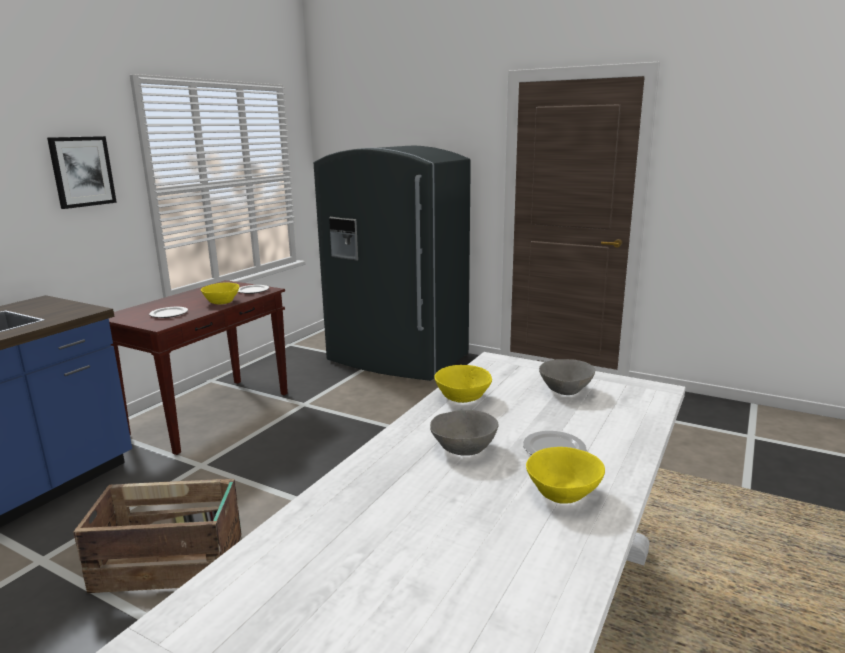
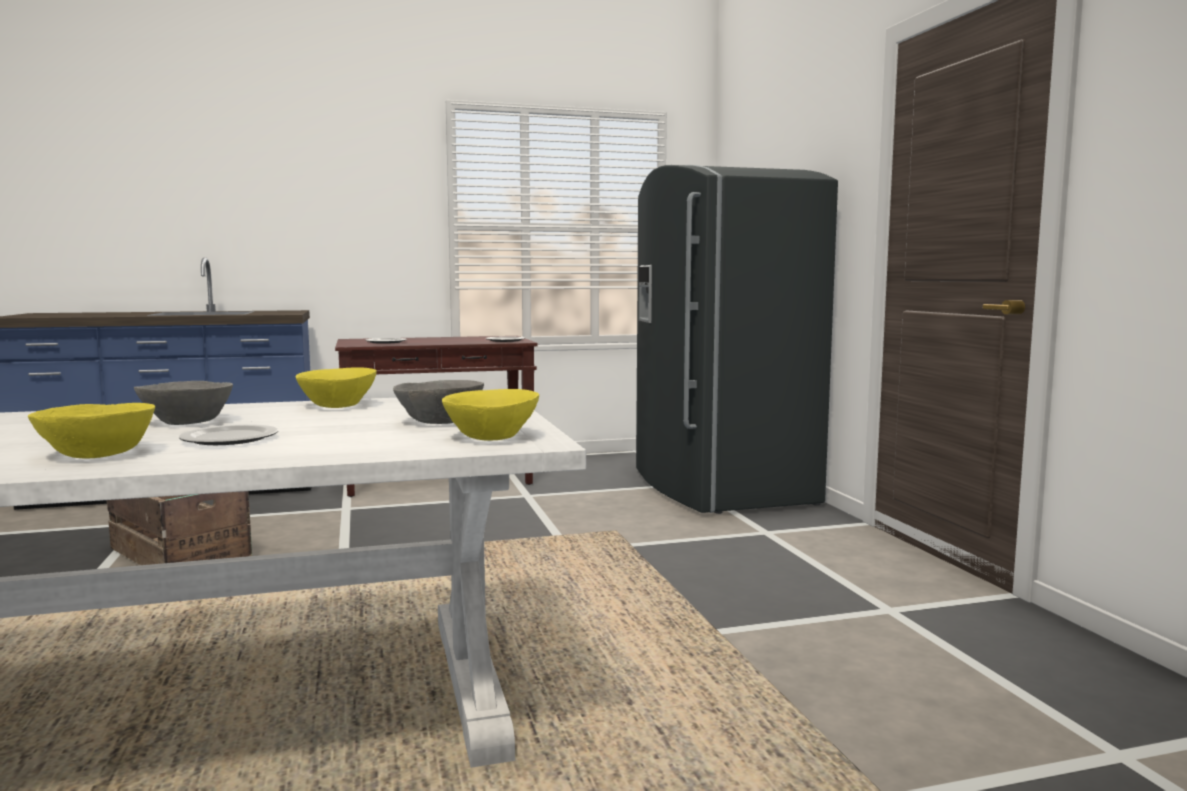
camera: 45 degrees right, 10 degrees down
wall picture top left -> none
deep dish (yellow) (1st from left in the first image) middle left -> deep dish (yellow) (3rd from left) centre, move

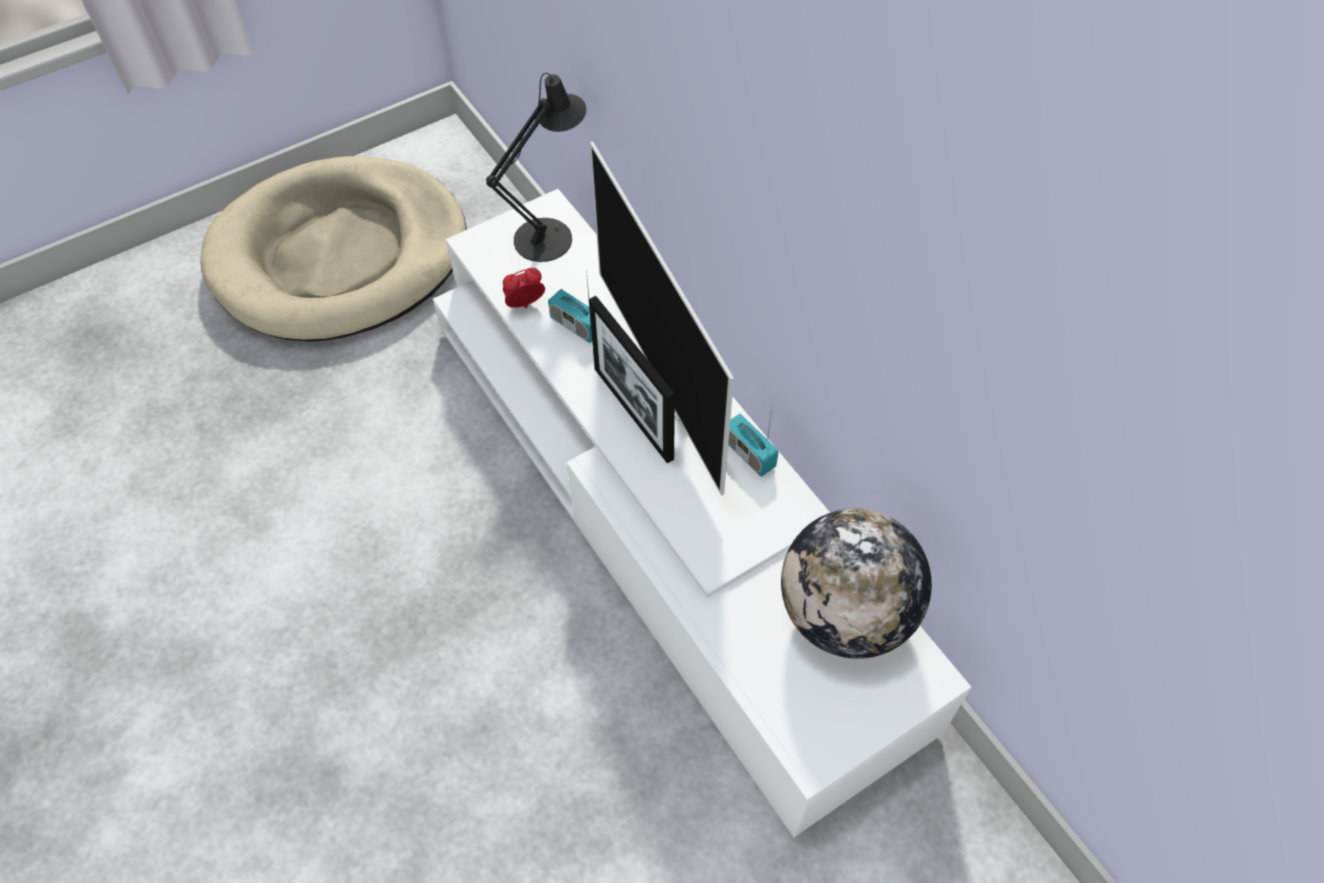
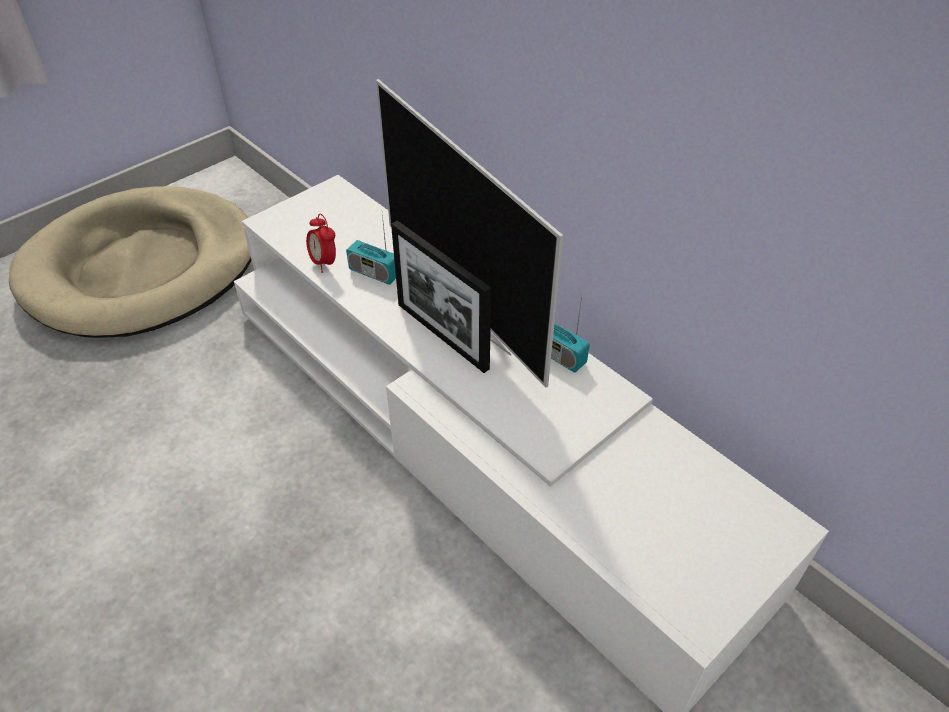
camera: 10 degrees left, 10 degrees down
lamp for a table (black) top centre -> none
bedside clock top centre -> bedside clock centre, 90 degrees counterclockwise
desk globe centre -> none

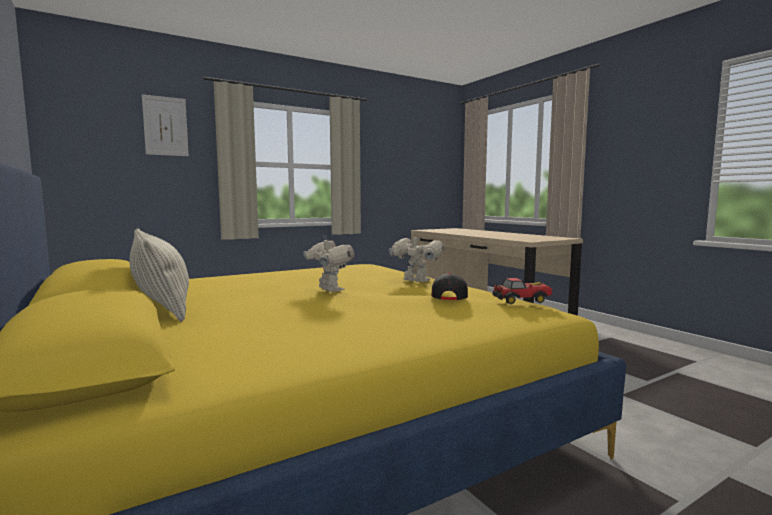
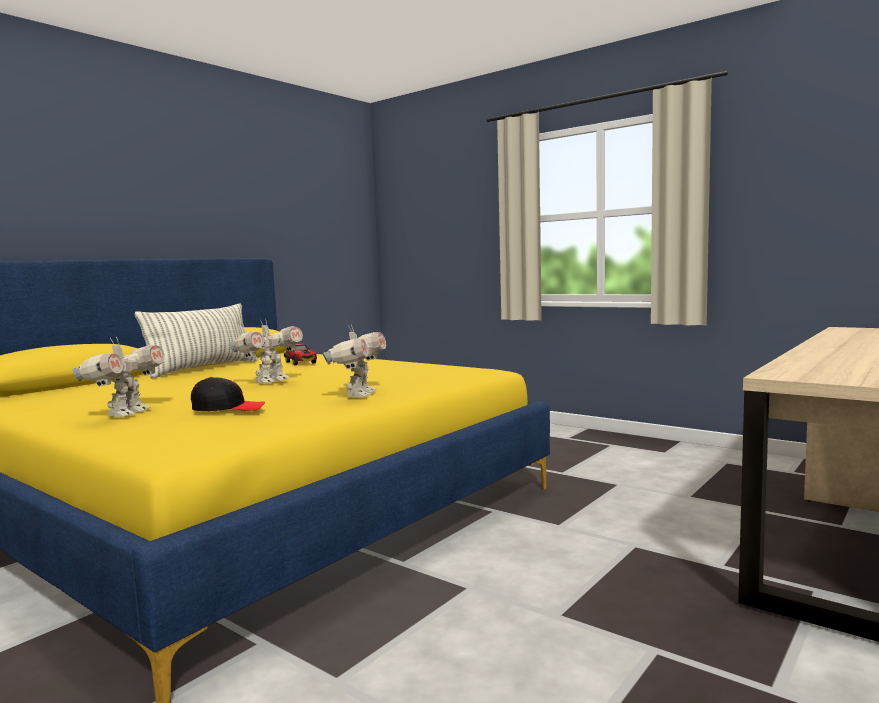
camera: 70 degrees right, 0 degrees up
wall picture top left -> none
model car middle right -> model car centre, move
none -> toy robot (1st from left) middle left

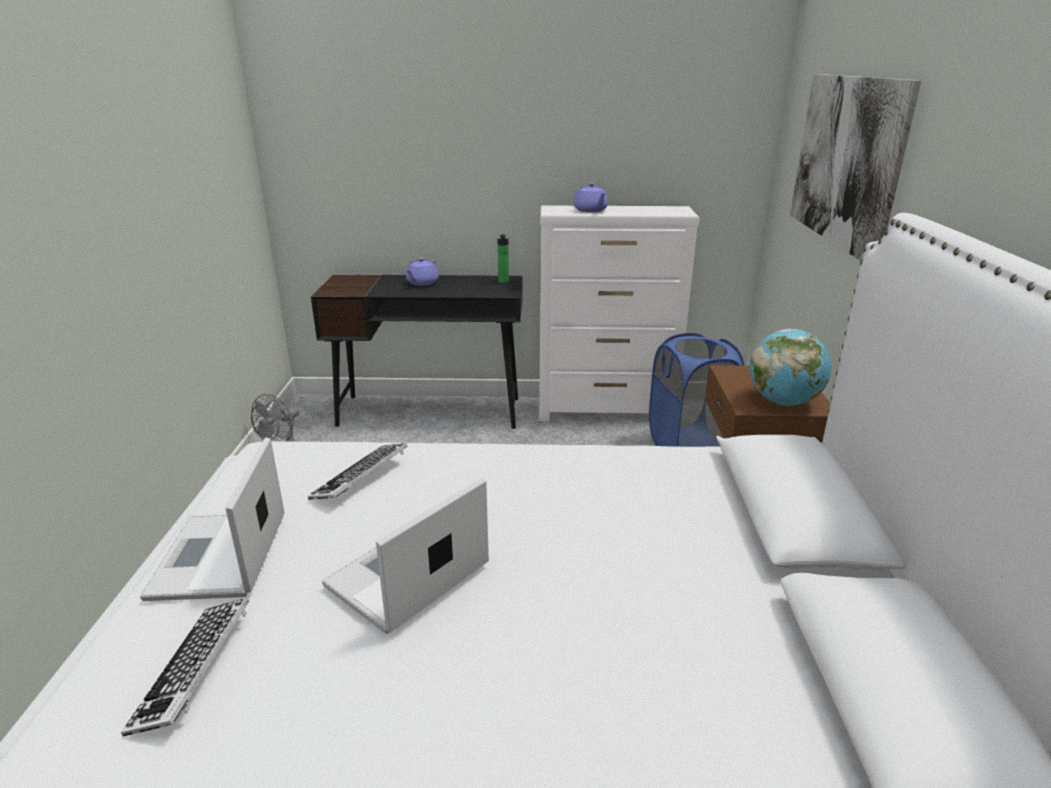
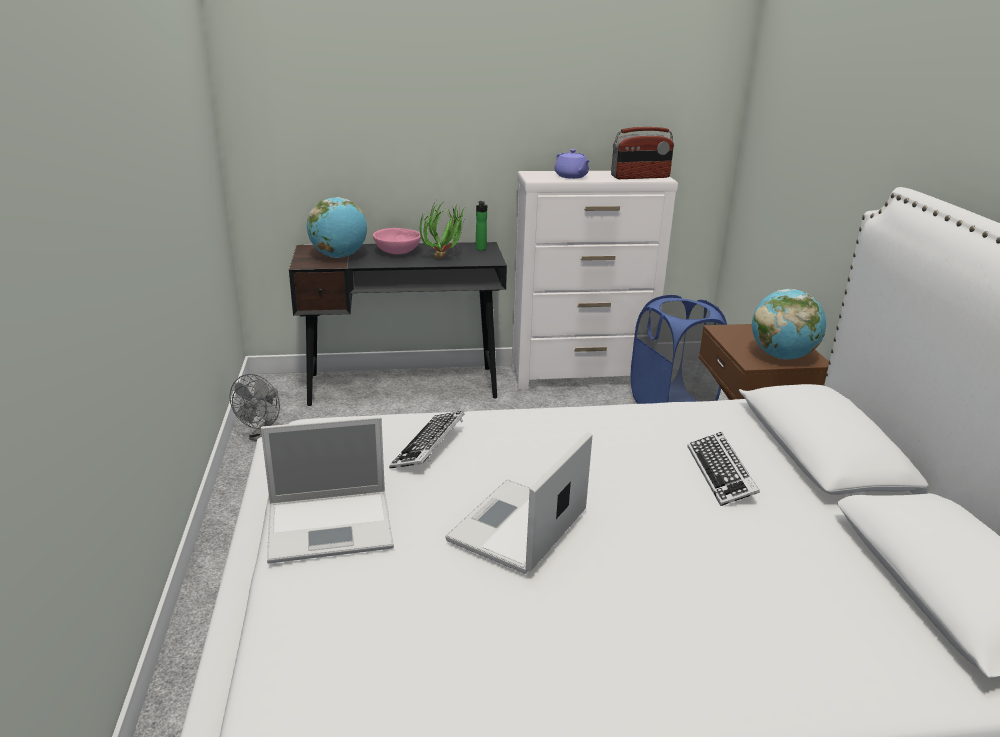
camera: 10 degrees left, 0 degrees up
computer keyboard (1st from left in the first image) bottom left -> computer keyboard (2nd from left) middle right, move
laptop (1st from left) middle left, 90 degrees counterclockwise
tea pot (purple-coloured) (1st from left) centre -> deep dish (pinkish) top centre
wall picture top right -> none
none -> desk globe (1st from left) top centre
none -> potted plant top centre
none -> radio set top centre

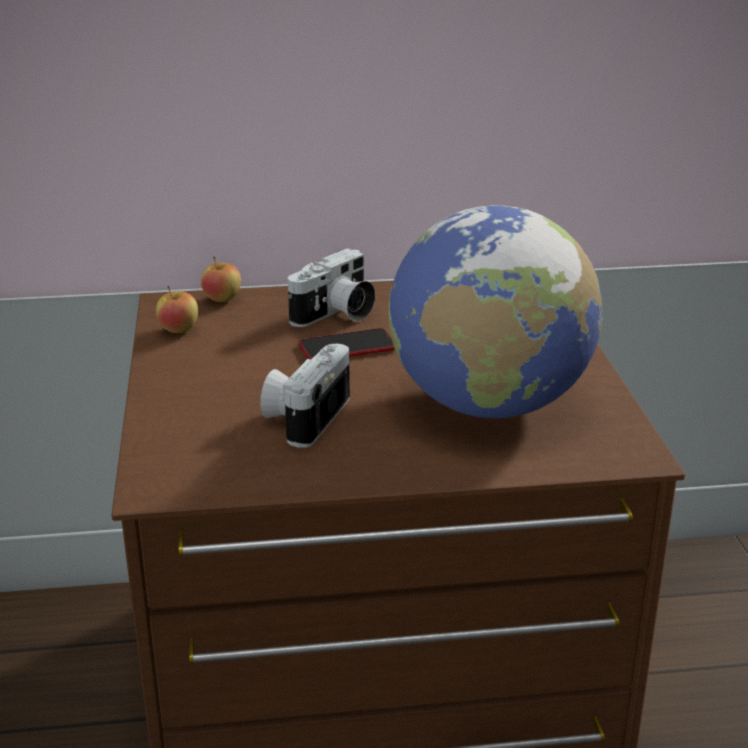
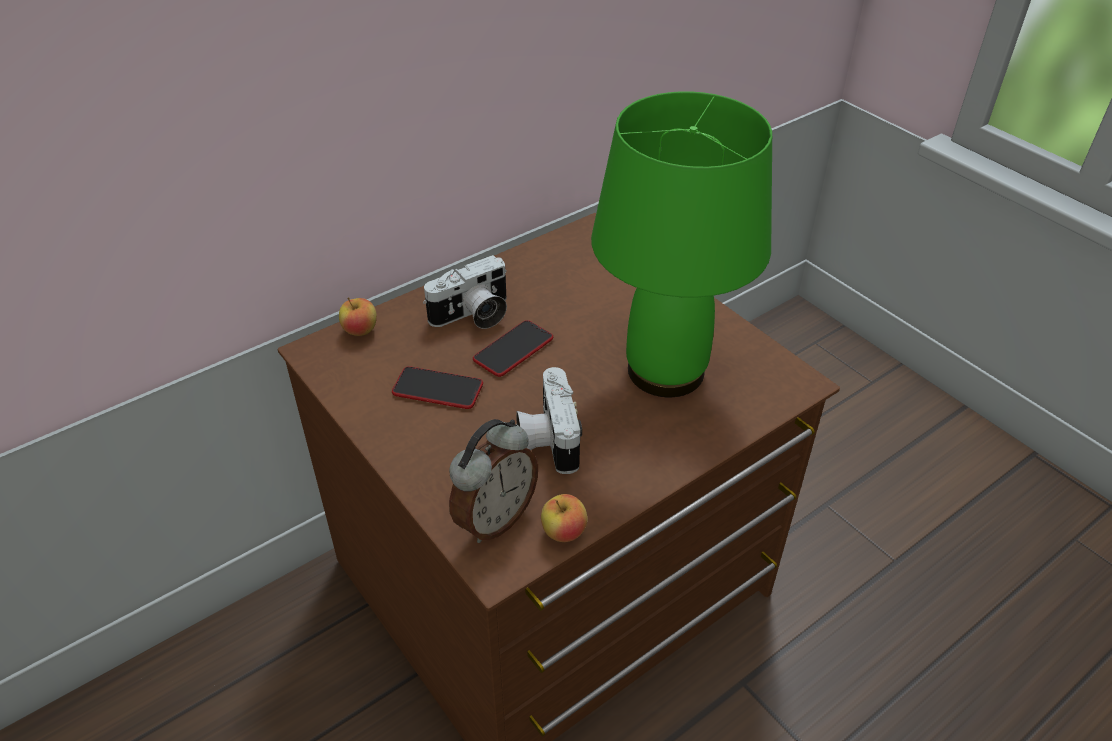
camera: 30 degrees left, 15 degrees up
apple fruit (1st from left in the first image) middle left -> apple fruit (2nd from left) bottom centre, move
photo camera (2nd from left in the first image) centre -> photo camera (1st from left) centre, 45 degrees clockwise
desk globe centre -> lamp for a table (green-coloured) top centre
none -> telephone (1st from left) centre
none -> bedside clock centre

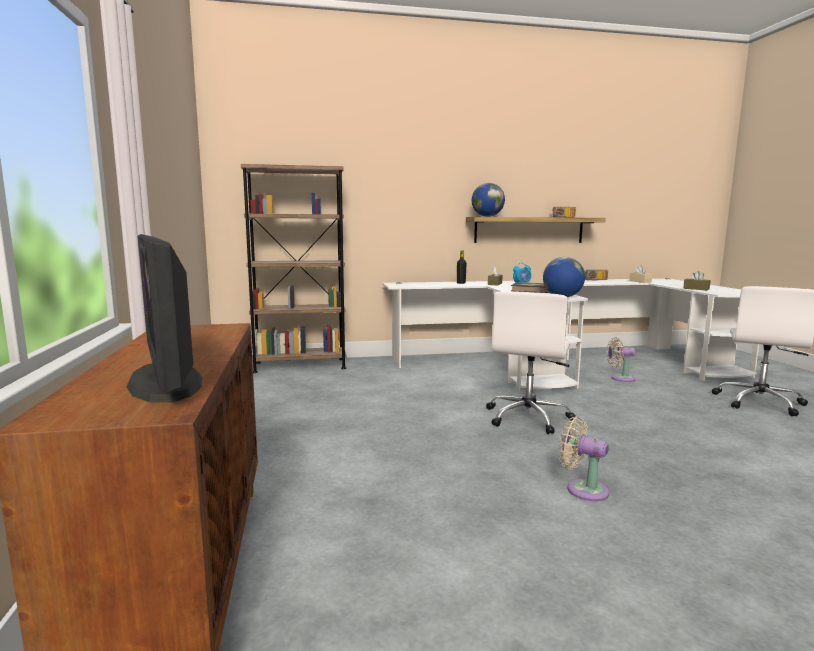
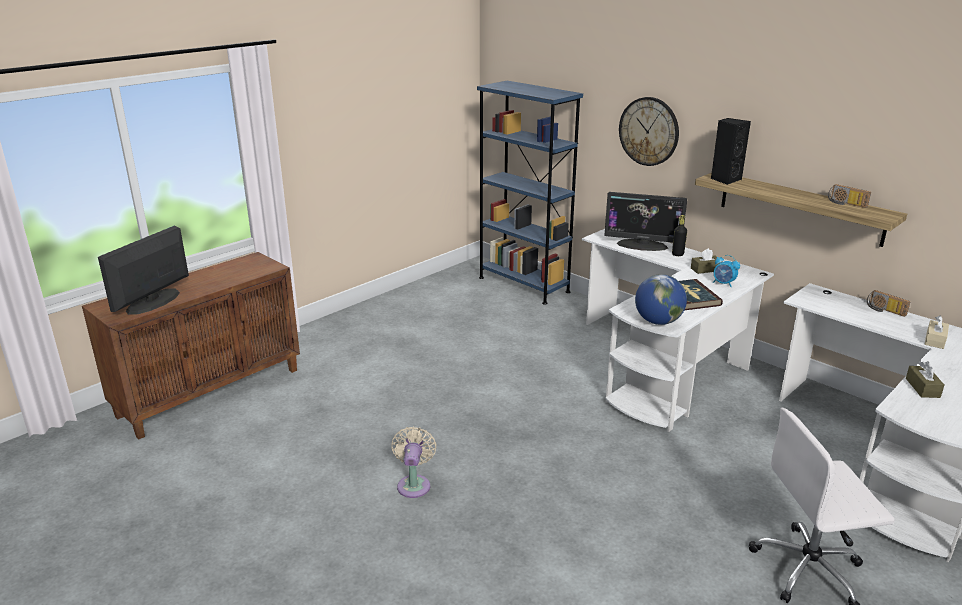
camera: 55 degrees right, 15 degrees up
bookshelf (brownish) centre -> bookshelf (blue) top centre
desk globe (1st from left) top centre -> speaker (black) top right
computer chair (white) (1st from left) centre -> none
electric fan (beige) (2nd from left) middle right -> none
none -> monitor (2nd from left) middle right
none -> wall clock top right

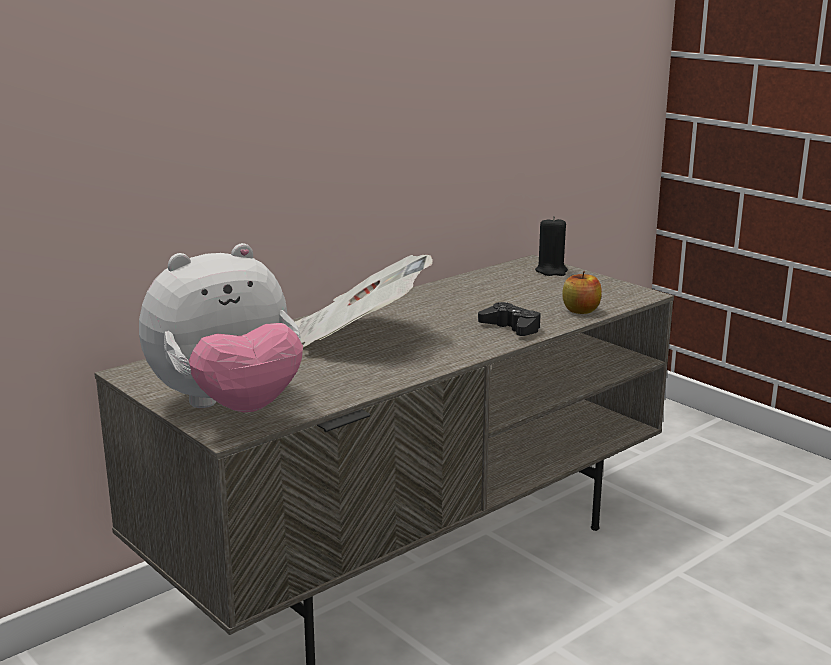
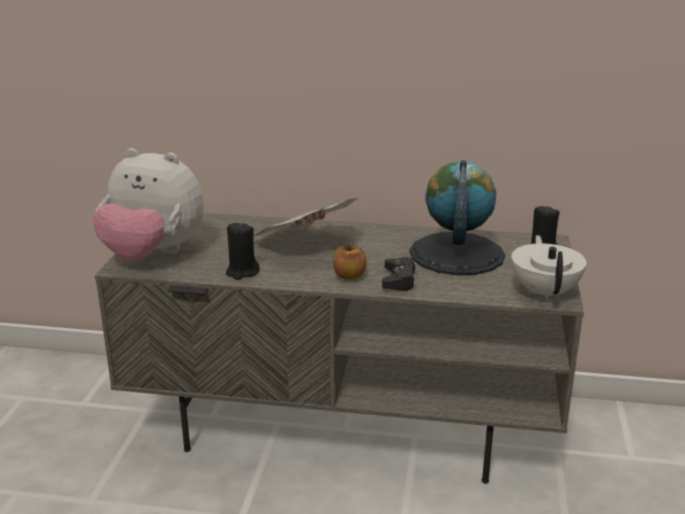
camera: 50 degrees right, 5 degrees up
apple fruit middle right -> apple fruit centre, move
none -> candle (black) (1st from left) centre
none -> desk globe middle right
none -> tea pot (white) middle right

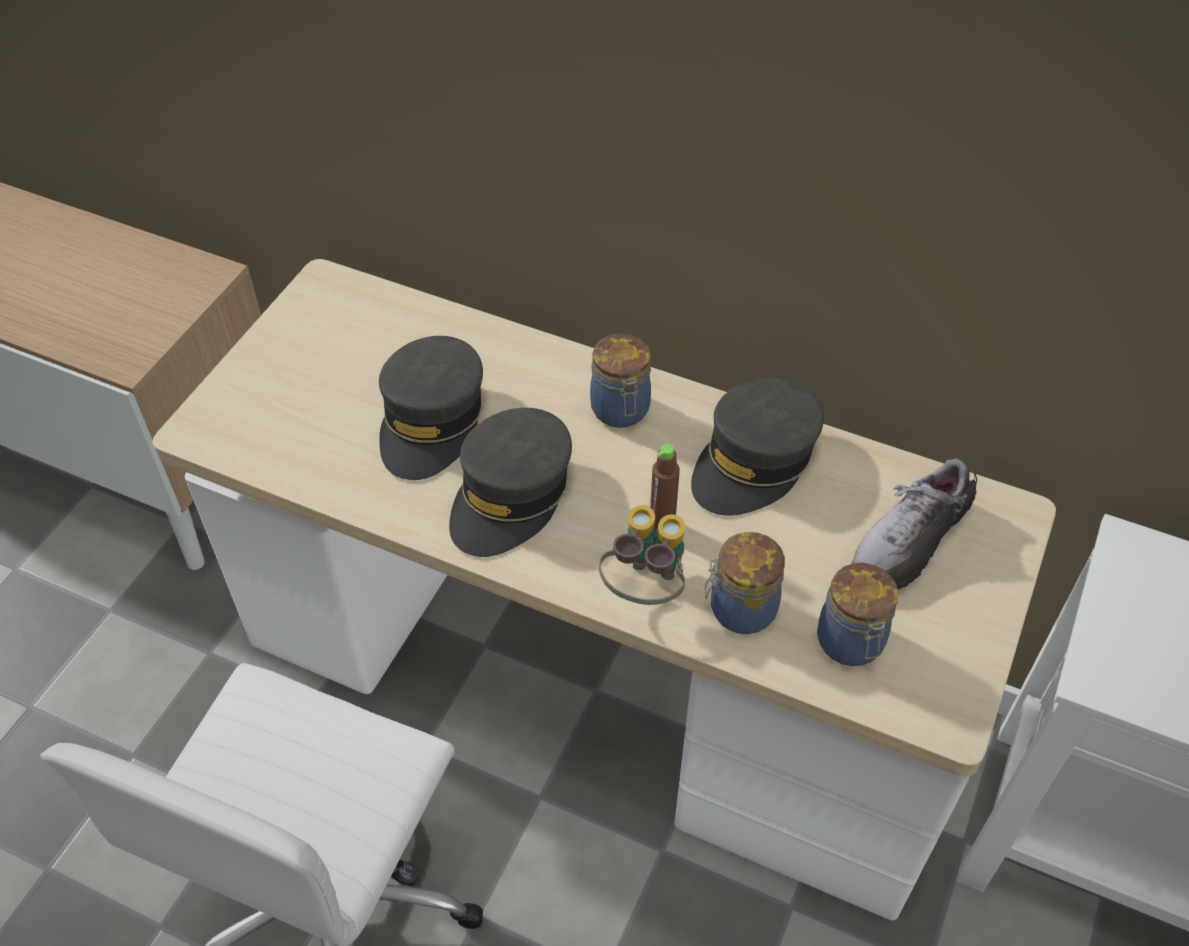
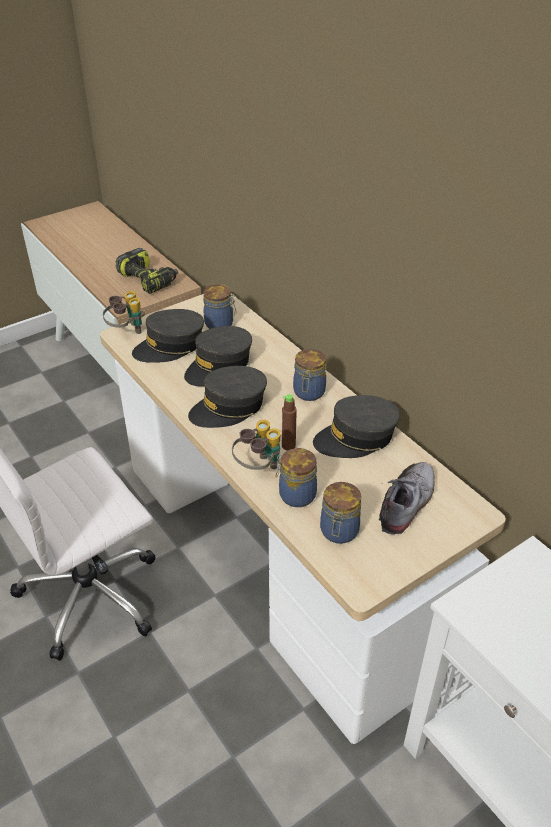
camera: 30 degrees right, 10 degrees down
low shoe middle right, 135 degrees clockwise
none -> pair of binoculars (1st from left) middle left
none -> electric drill top left
none -> cap (greyish) (1st from left) middle left
none -> preserve jar (1st from left) centre

